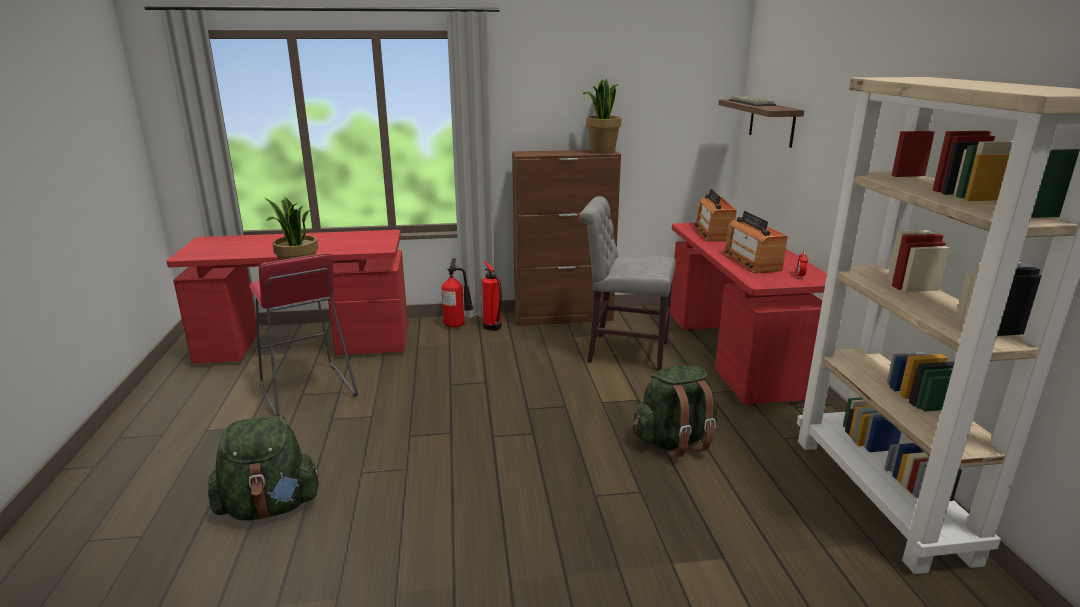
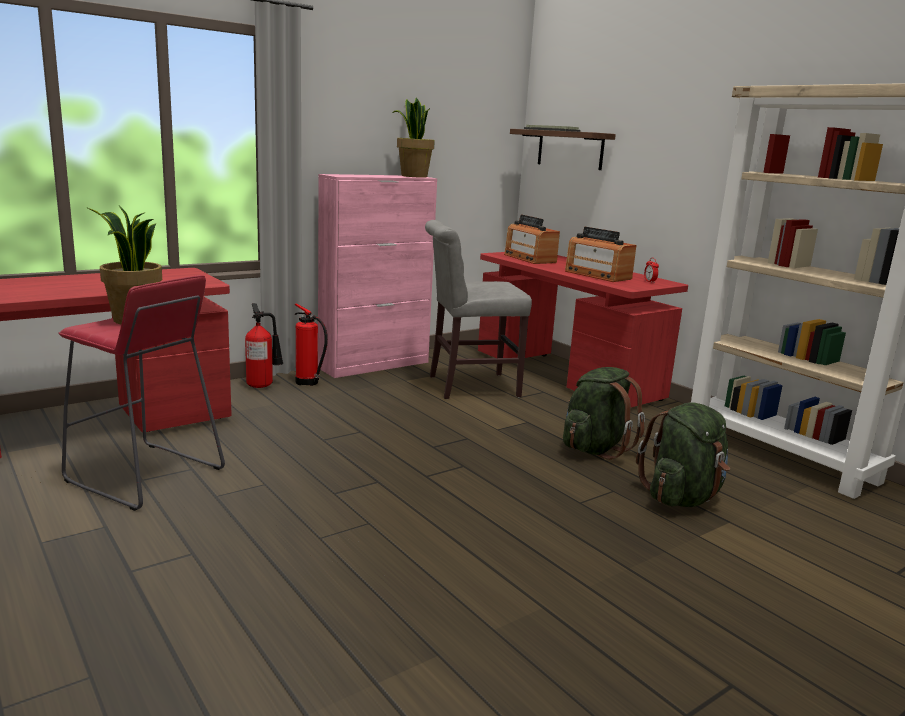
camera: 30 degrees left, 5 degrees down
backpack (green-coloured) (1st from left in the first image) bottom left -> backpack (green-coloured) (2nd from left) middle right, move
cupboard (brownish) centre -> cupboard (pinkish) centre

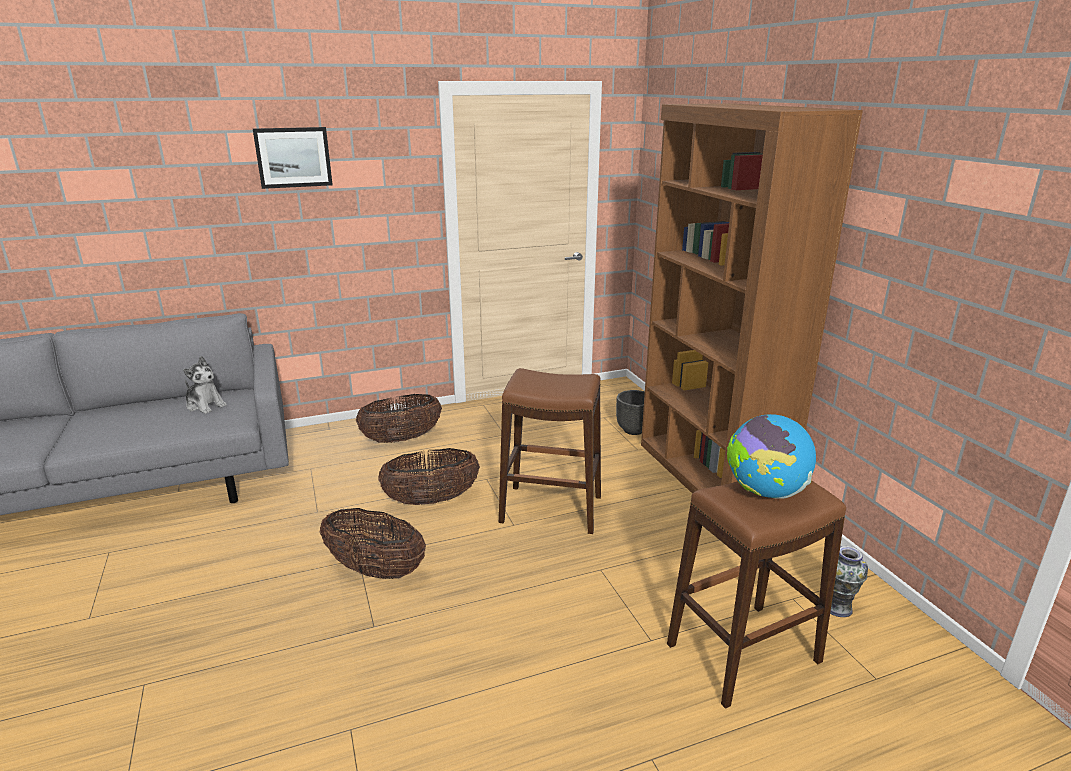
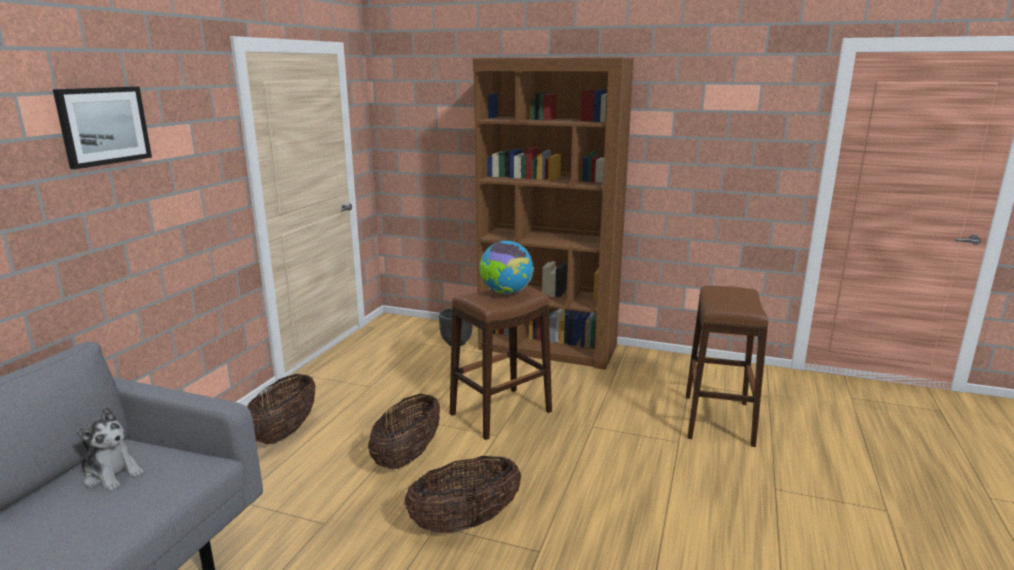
camera: 50 degrees left, 5 degrees down
cuddly toy middle left -> cuddly toy bottom left, 45 degrees clockwise
desk globe middle right -> desk globe centre, move
vase bottom right -> none

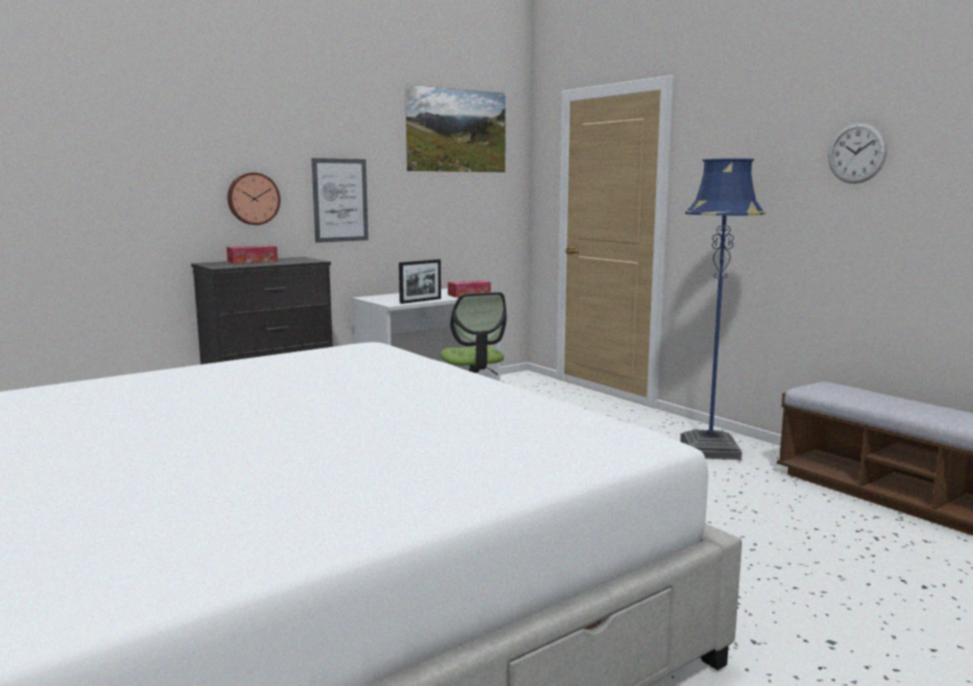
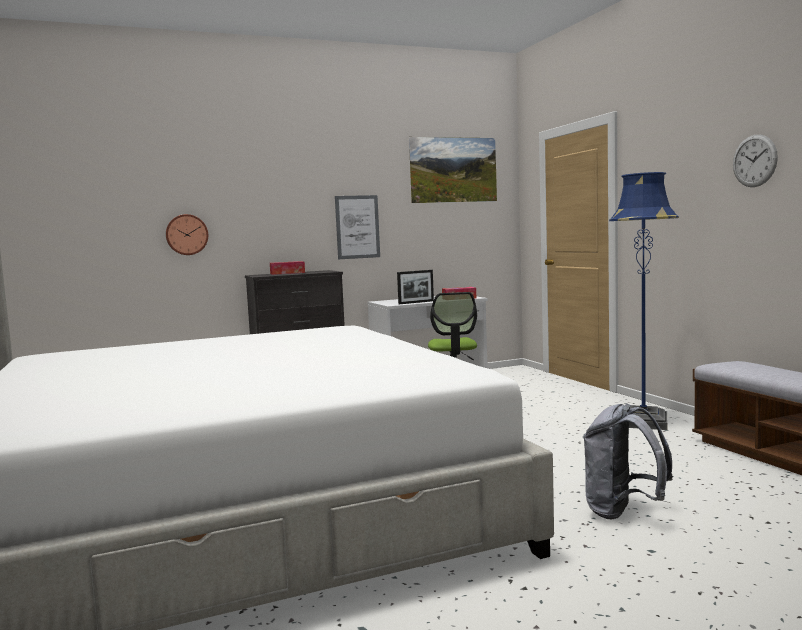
camera: 15 degrees right, 5 degrees down
wall clock (1st from left) top left -> wall clock (1st from left) middle left, move
none -> backpack (greyish) bottom right

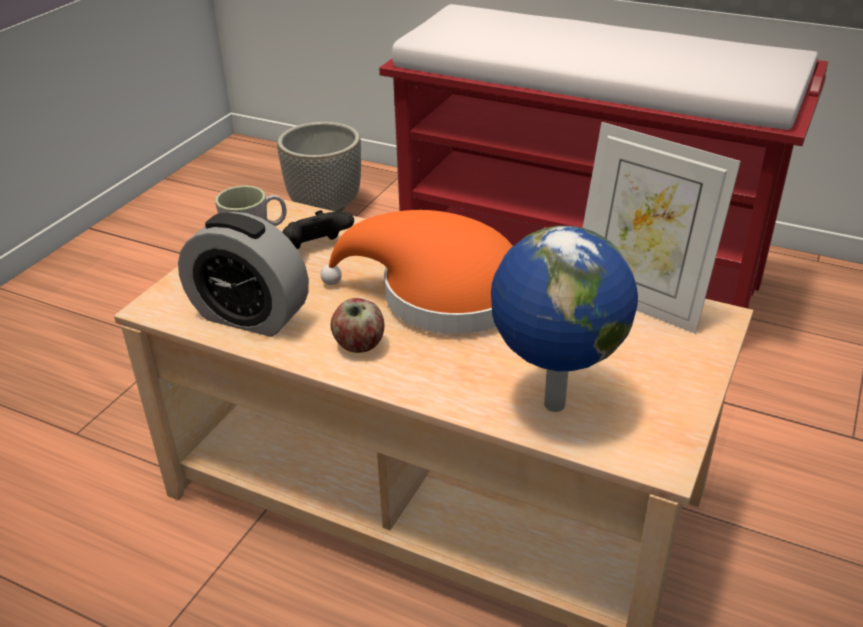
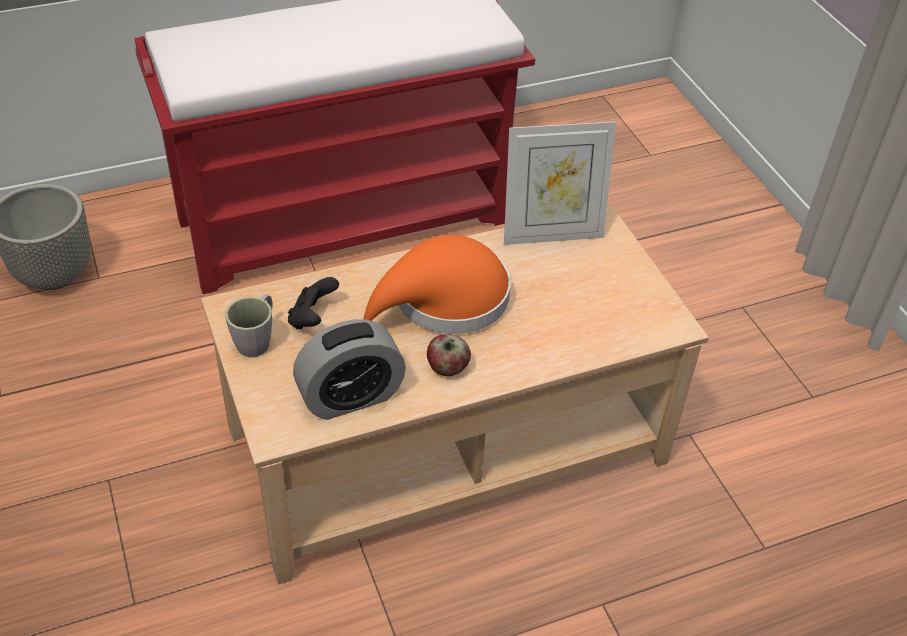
camera: 50 degrees left, 10 degrees up
desk globe centre -> none

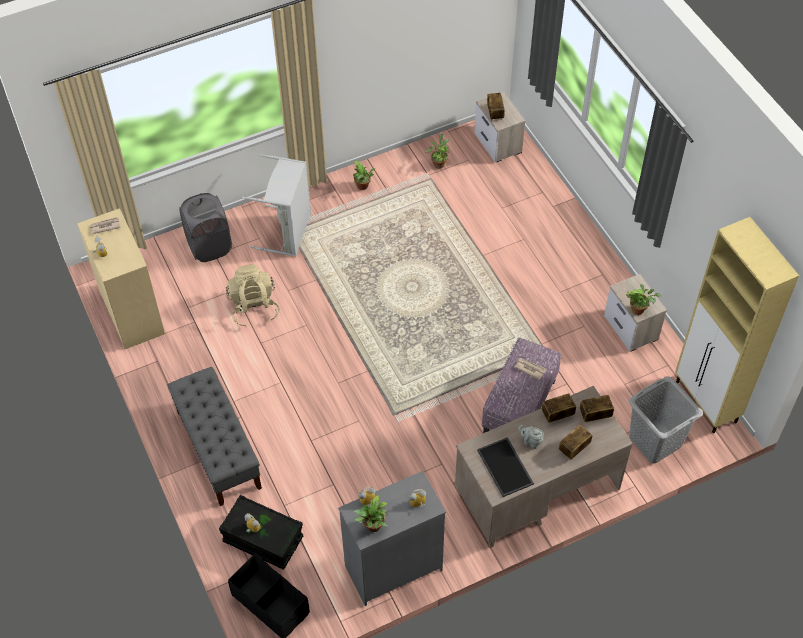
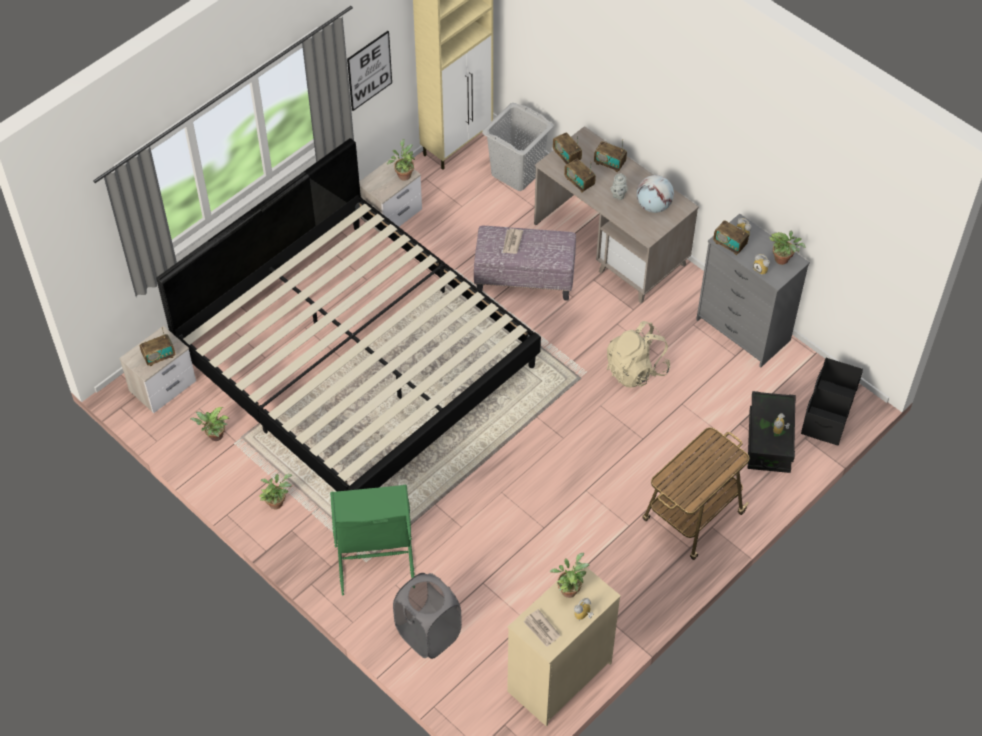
camera: 110 degrees left, 0 degrees up
long seat (greyish) bottom left -> trolley bottom right
backpack (beige) middle left -> backpack (beige) centre, move
washing basket (greyish) (2nd from left) top centre -> washing basket (green-coloured) bottom centre
tray bottom centre -> desk globe top right
none -> bedroom bed centre
none -> wall picture top centre
none -> potted plant (4th from left) bottom centre
none -> radio set (5th from left) top right

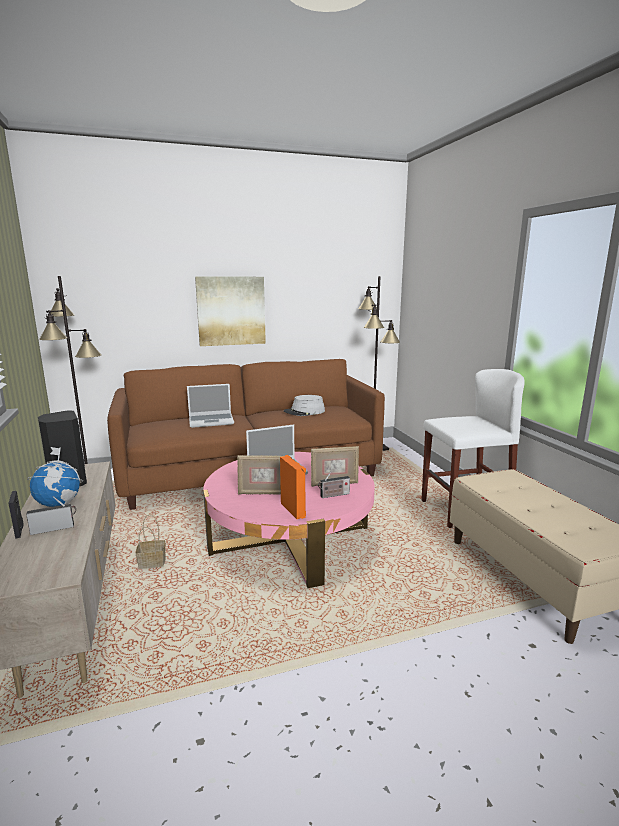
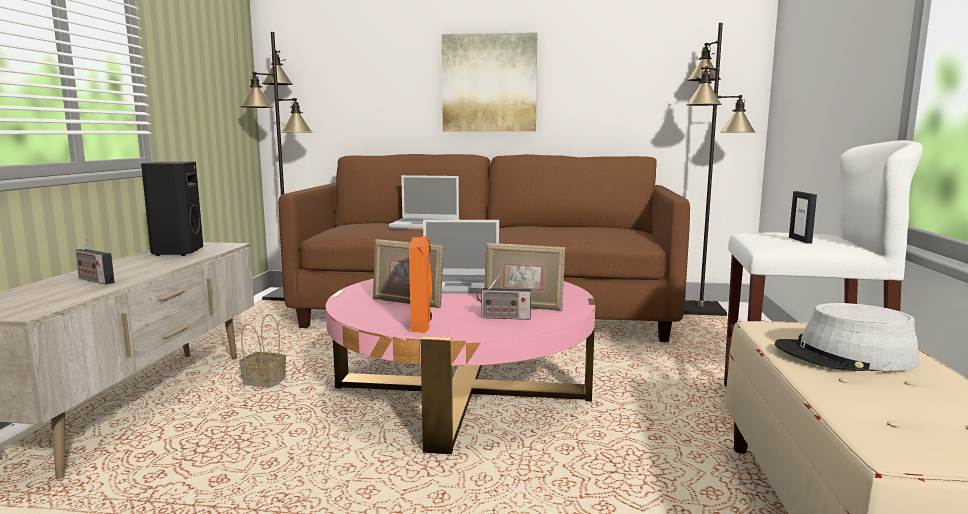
camera: 25 degrees right, 5 degrees down
standing frame (1st from left in the first image) middle left -> standing frame (3rd from left) middle right, move
radio set (1st from left) middle left, 150 degrees counterclockwise
desk globe middle left -> none
hat (greyish) centre -> hat (greyish) middle right, move

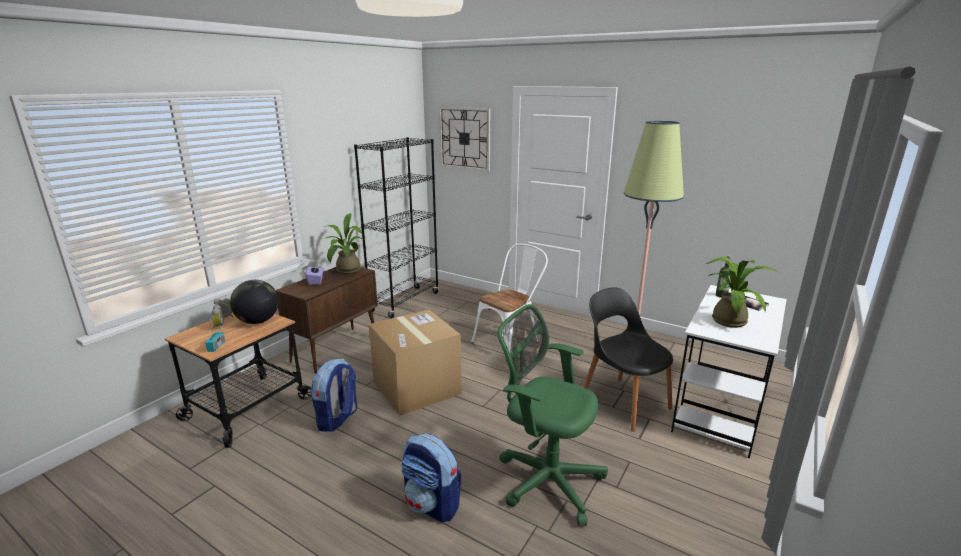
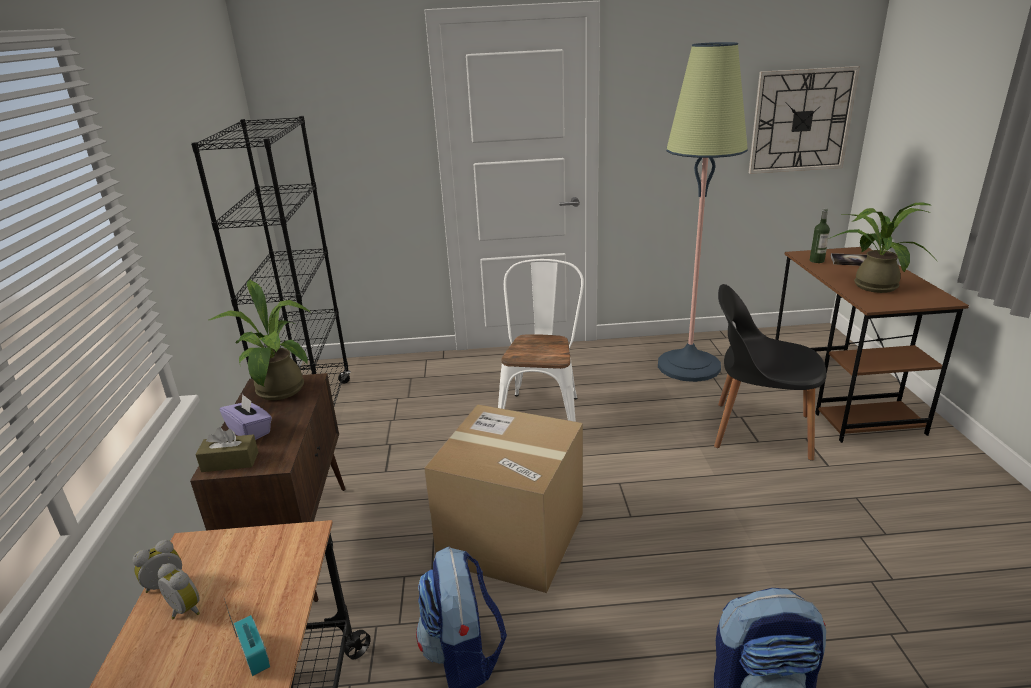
camera: 35 degrees left, 5 degrees up
desk globe middle left -> none
wall clock top centre -> wall clock top right, move
computer chair (green-coloured) bottom centre -> none
desk (white) bottom right -> desk (brownish) middle right
none -> box of tissues (brownish) middle left

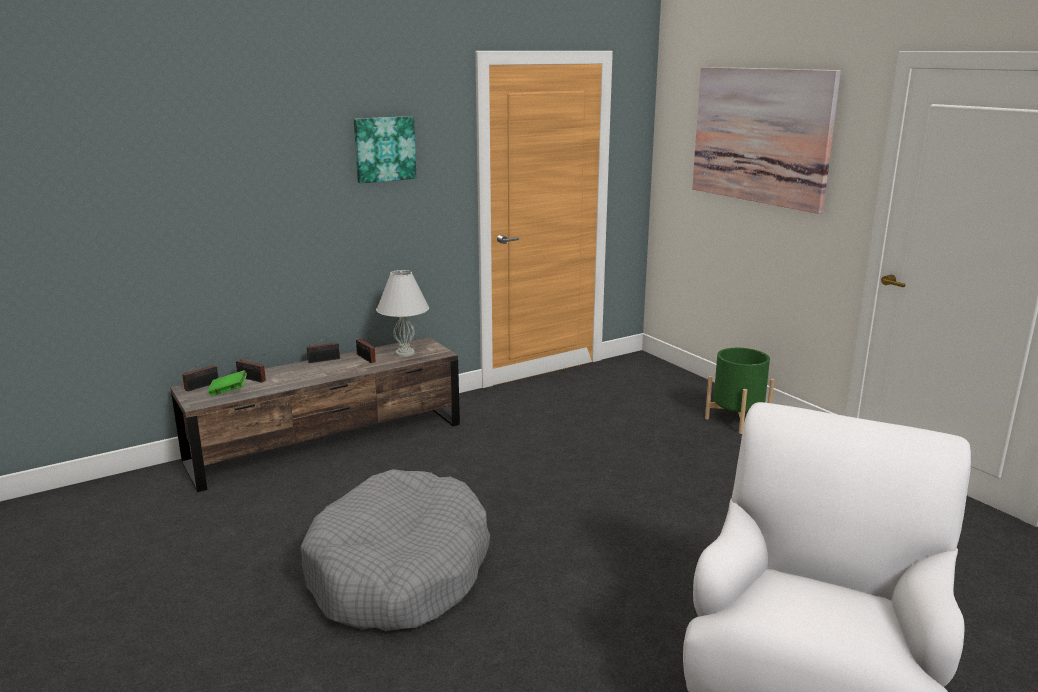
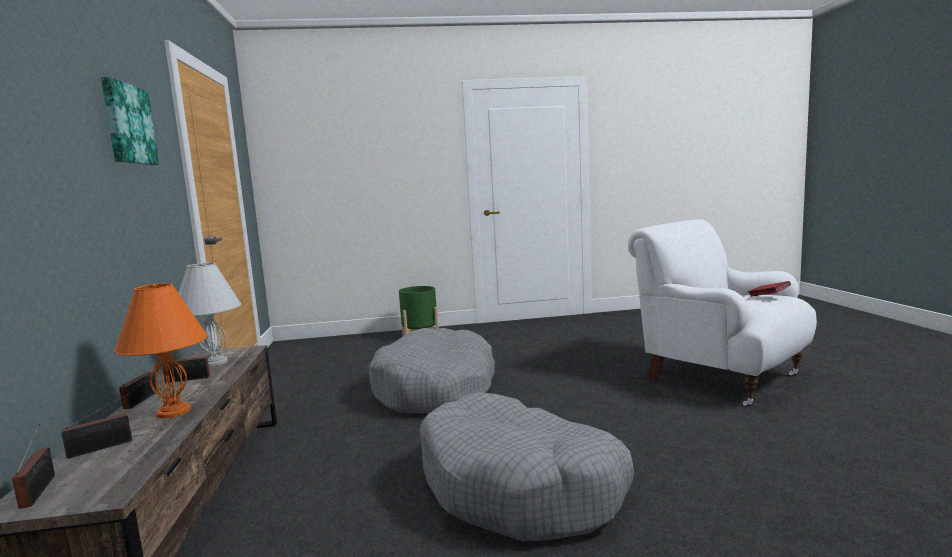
camera: 65 degrees left, 10 degrees down
volume (green-coloured) middle left -> none
wall picture (2nd from left) top right -> none
none -> lamp for a table (orangey) middle left
none -> pet bed (greyish) (1st from left) centre
none -> volume (red) middle right

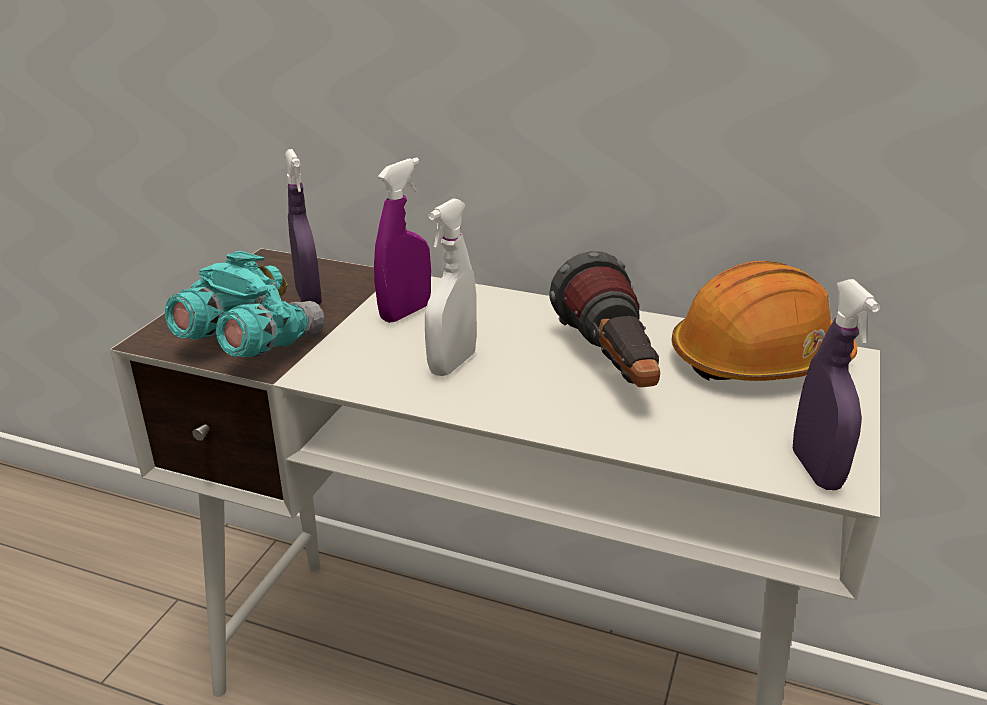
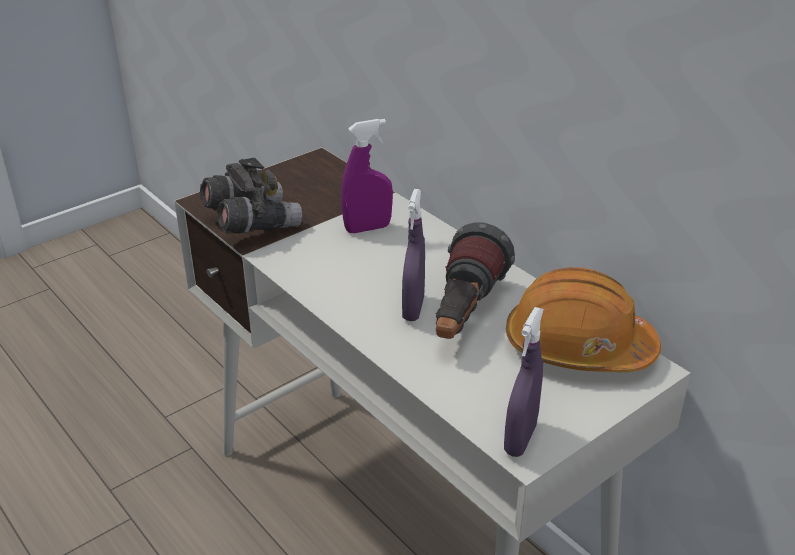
camera: 30 degrees right, 5 degrees up
pair of binoculars (turquoise-coloured) middle left -> pair of binoculars (greyish) middle left
spray bottle (purple-coloured) (1st from left in the first image) top left -> spray bottle (purple-coloured) (2nd from left) centre, move
spray bottle (white) centre -> none

